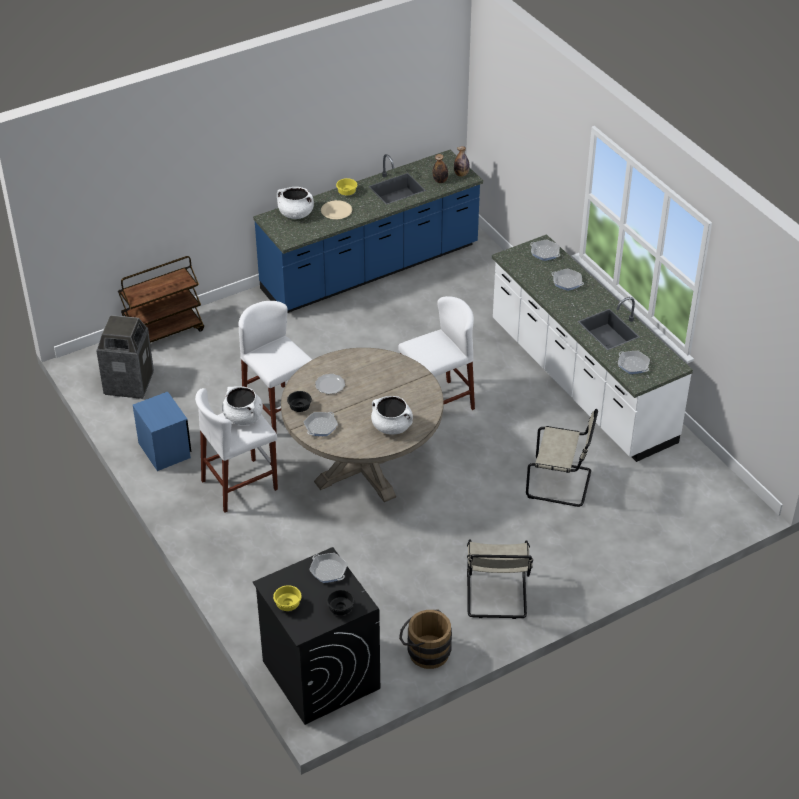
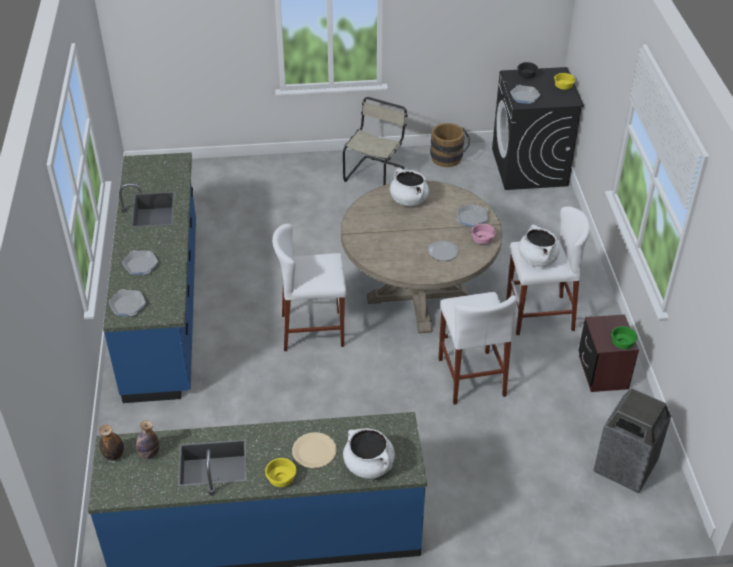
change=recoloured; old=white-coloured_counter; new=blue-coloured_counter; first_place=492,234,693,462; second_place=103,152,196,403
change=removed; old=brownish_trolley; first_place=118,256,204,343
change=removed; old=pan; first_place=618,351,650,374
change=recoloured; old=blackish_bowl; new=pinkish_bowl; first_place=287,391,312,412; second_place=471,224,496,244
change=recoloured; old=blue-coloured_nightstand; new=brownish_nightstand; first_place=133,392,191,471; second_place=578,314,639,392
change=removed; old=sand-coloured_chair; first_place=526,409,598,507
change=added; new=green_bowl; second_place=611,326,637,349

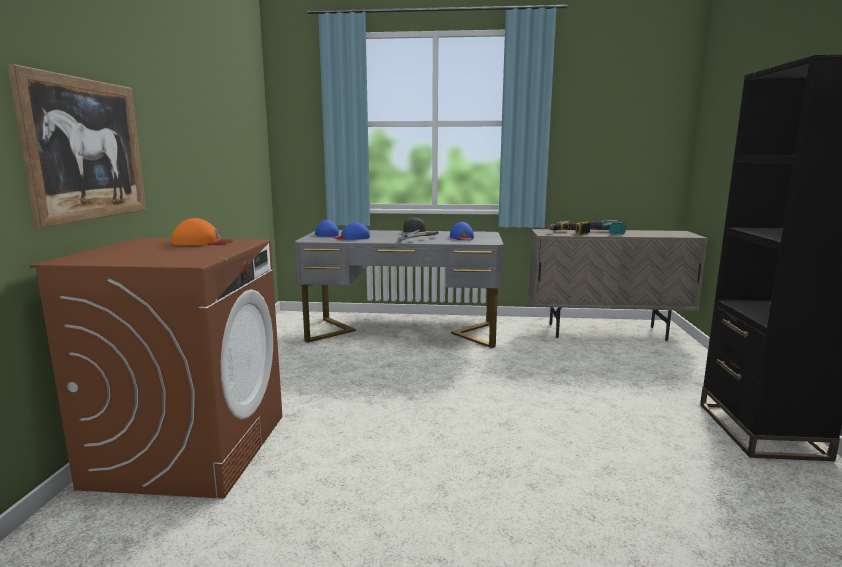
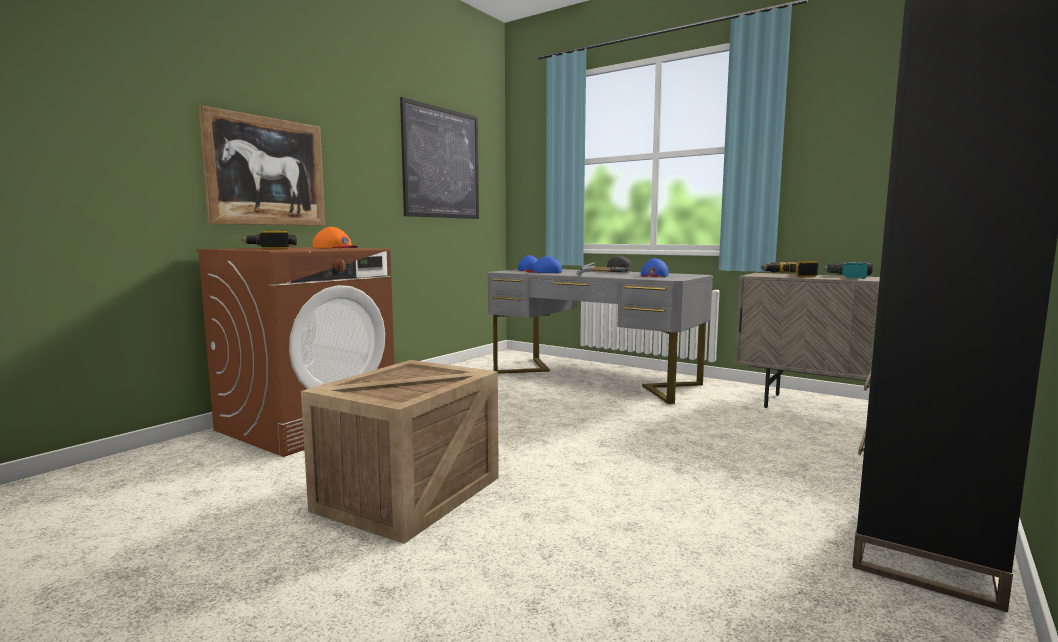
change=added; new=wall_art; second_place=400,97,479,219
change=added; new=electric_drill; second_place=241,231,297,249
change=added; new=packing_crate; second_place=301,360,499,544

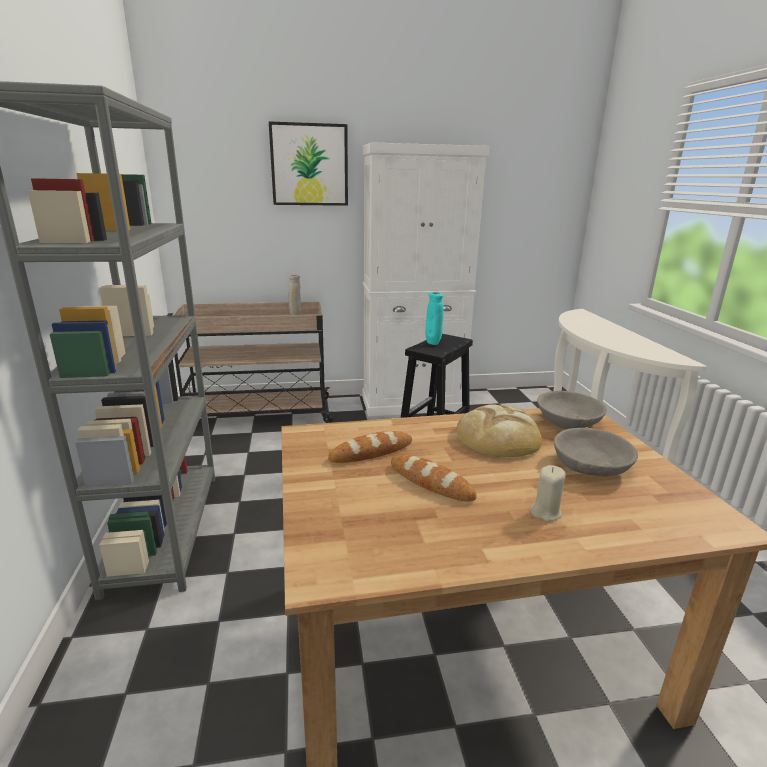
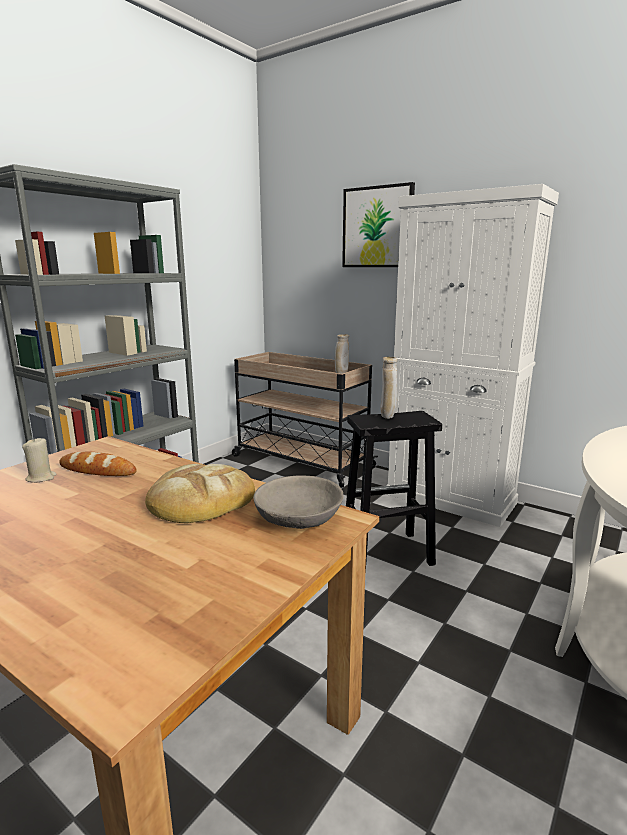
change=recoloured; old=turquoise_decorative_vase; new=sand-coloured_decorative_vase; first_place=426,292,444,345; second_place=380,357,398,419
change=removed; old=greyish_bowl; first_place=554,428,638,477
change=removed; old=baked_bread; first_place=391,455,477,501
change=moved; old=sand-coloured_wax_candle; first_place=530,465,566,522; second_place=22,437,57,483

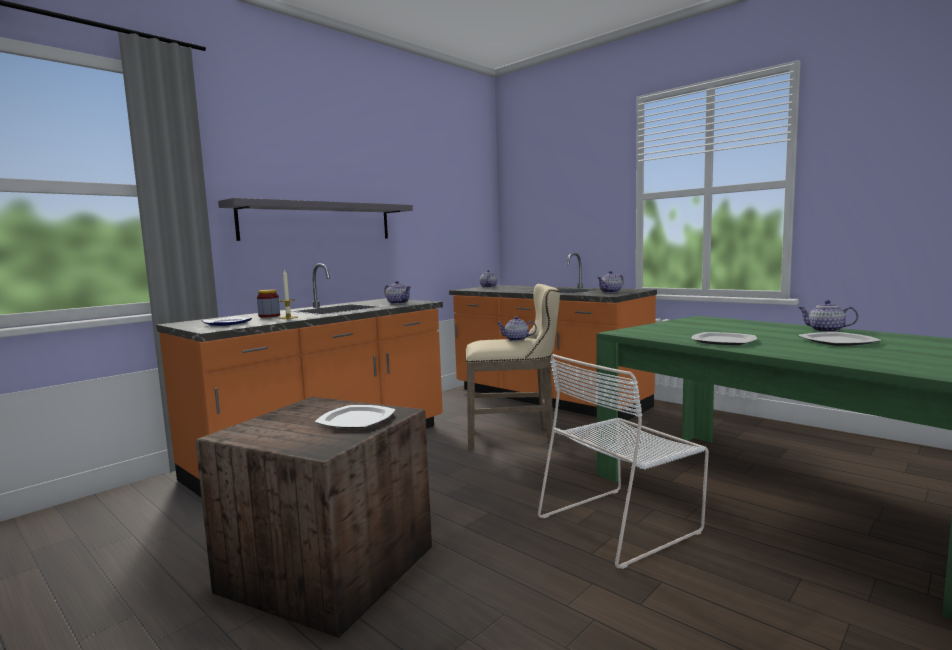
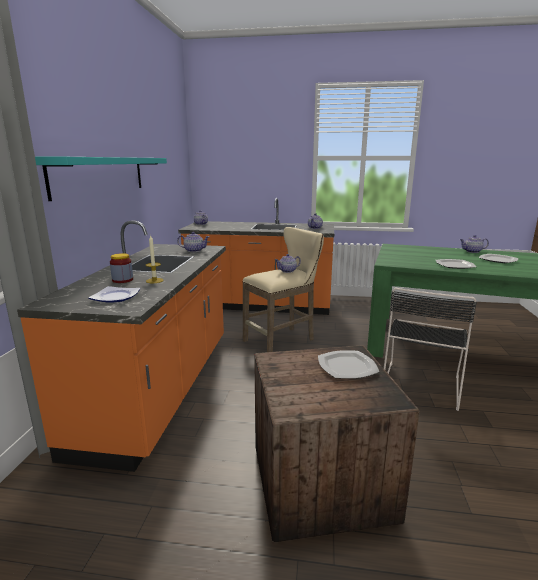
change=recoloured; old=greyish_wall_shelf; new=turquoise_wall_shelf; first_place=218,198,413,241; second_place=35,157,167,201
change=recoloured; old=white-coloured_chair; new=blackish_chair; first_place=538,354,709,569; second_place=384,288,477,411

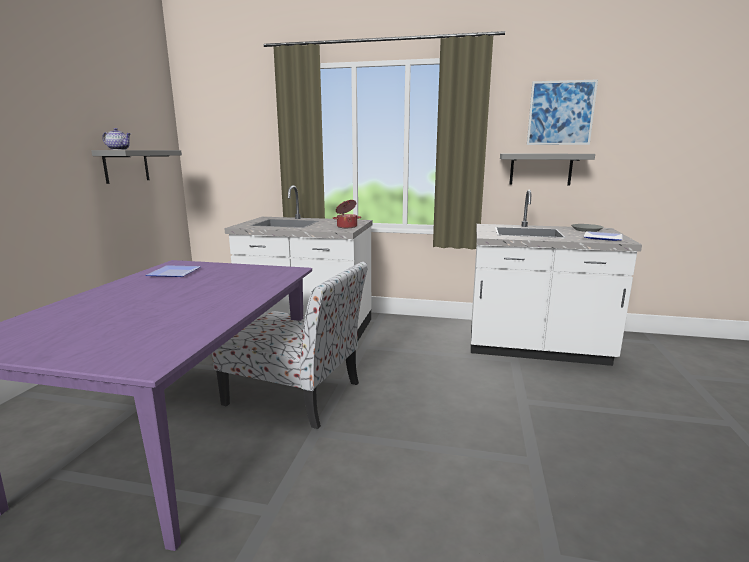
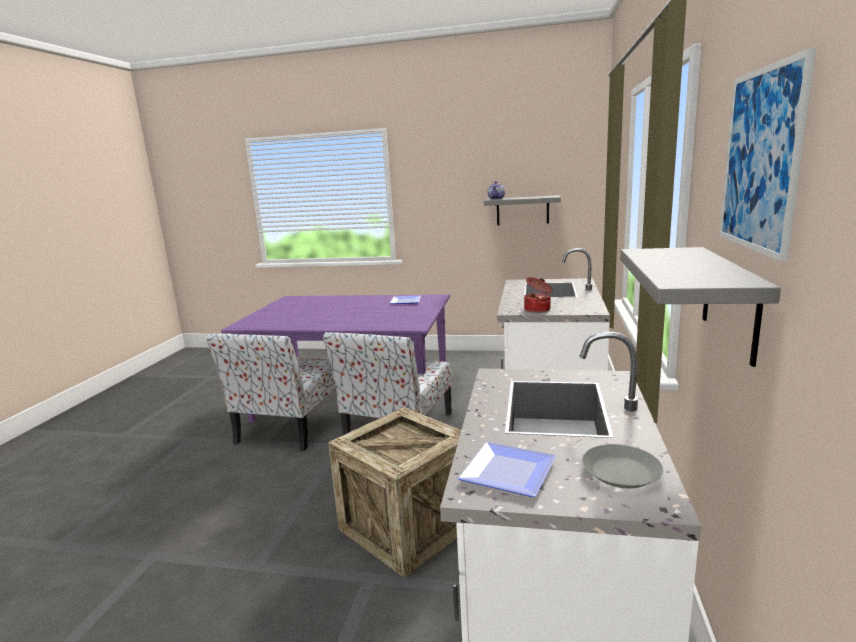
change=added; new=chair; second_place=206,334,337,451
change=added; new=packing_crate; second_place=328,407,461,578

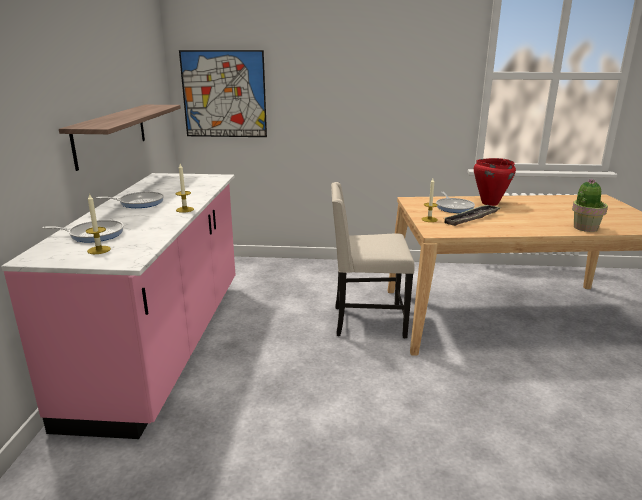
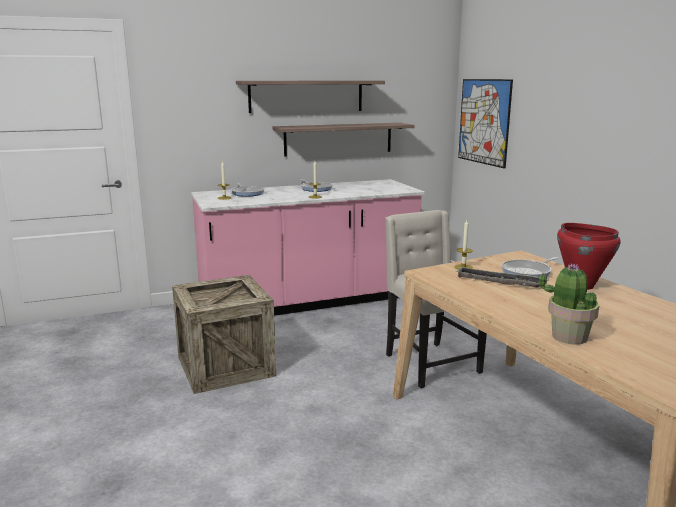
change=added; new=wall_shelf; second_place=236,80,385,113
change=added; new=packing_crate; second_place=172,275,276,394

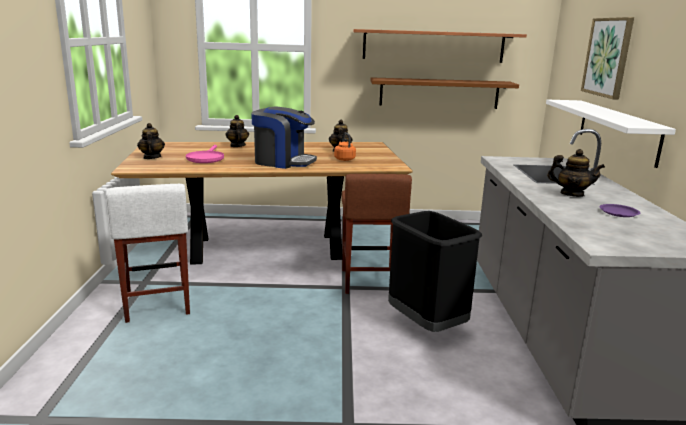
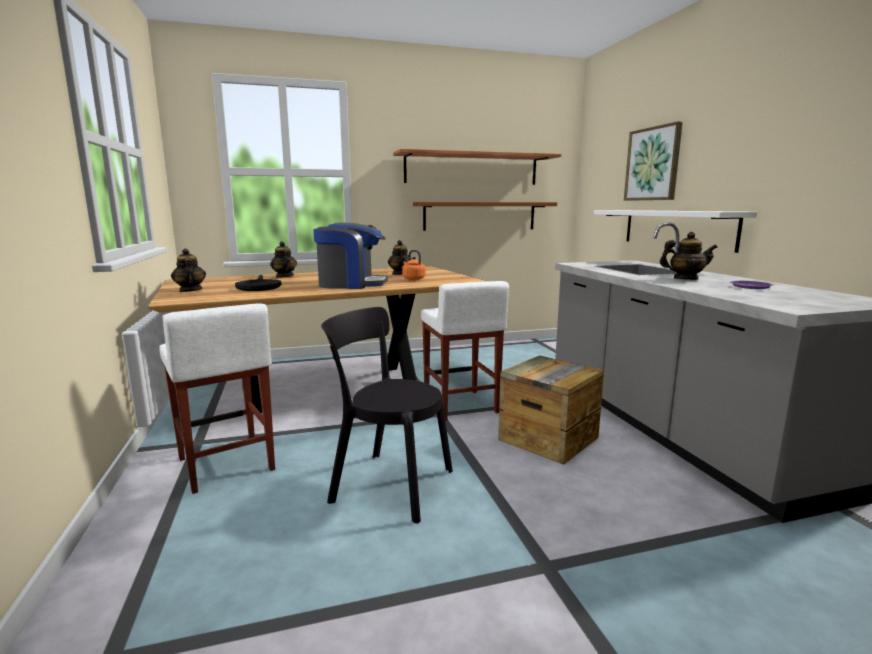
change=recoloured; old=pinkish_pan; new=blackish_pan; first_place=186,145,224,163; second_place=235,275,282,291
change=recoloured; old=brownish_stool; new=white-coloured_stool; first_place=342,174,412,294; second_place=421,281,509,421
change=replaced; old=blackish_waste_bin; new=packing_crate; first_place=388,211,482,332; second_place=498,355,604,465
change=added; new=blackish_chair; second_place=321,307,453,523

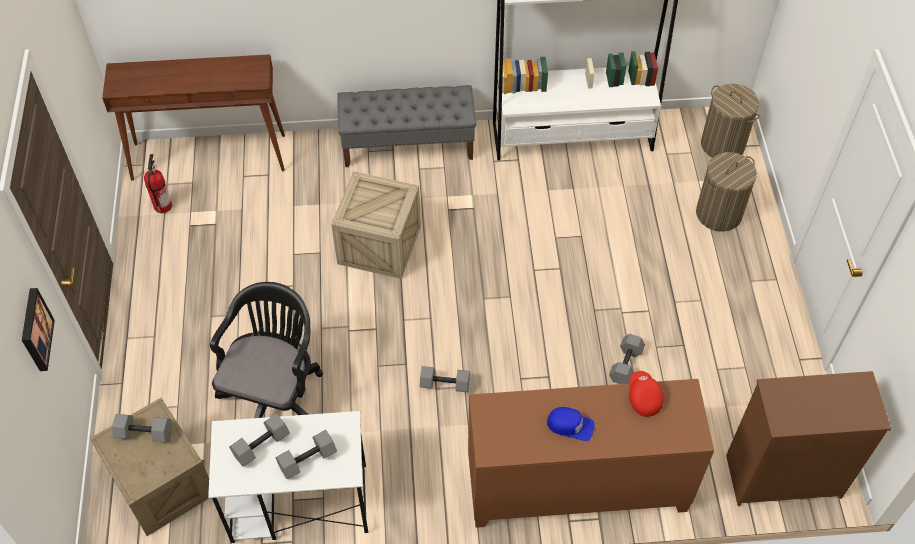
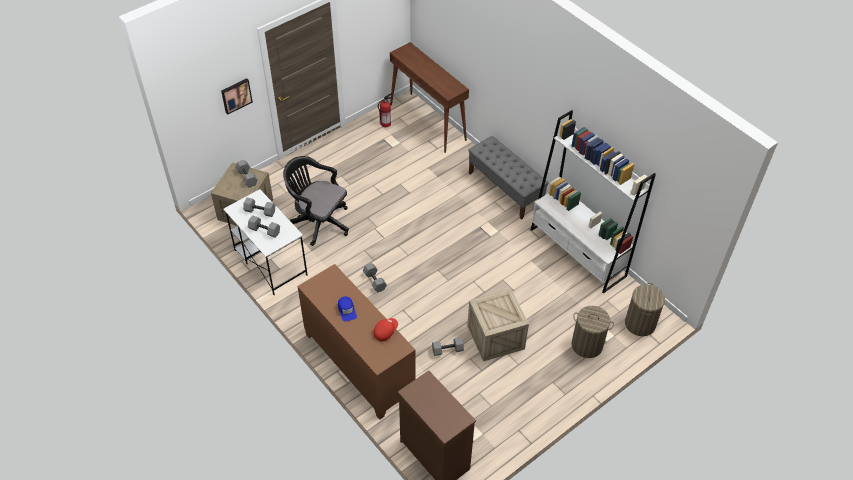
change=moved; old=packing_crate; first_place=331,171,421,279; second_place=467,289,529,361
change=turned; old=blackish_computer_chair; first_place=210,282,323,418; second_place=283,156,349,246; degrees=-135

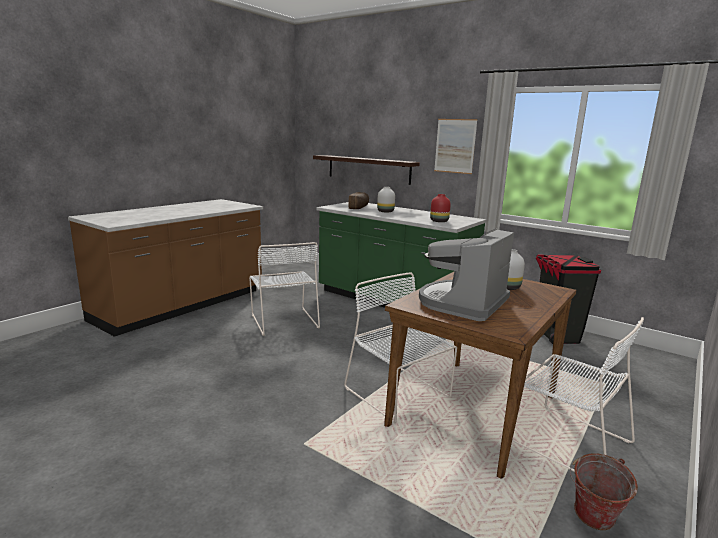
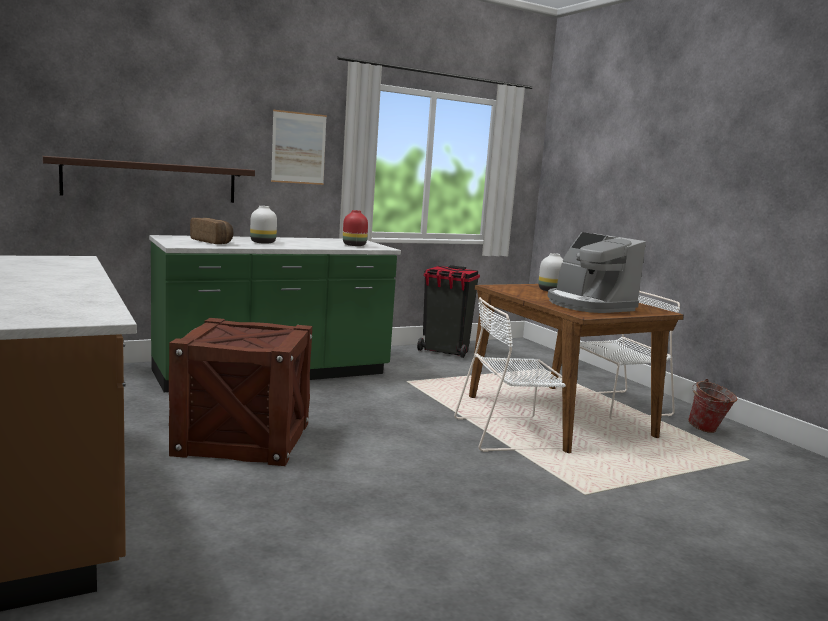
change=replaced; old=white-coloured_chair; new=packing_crate; first_place=249,242,320,336; second_place=169,318,312,466

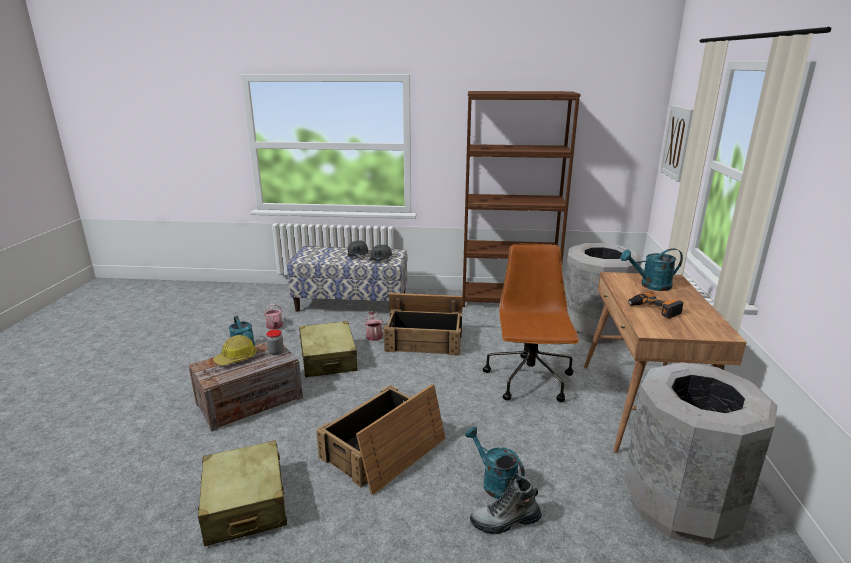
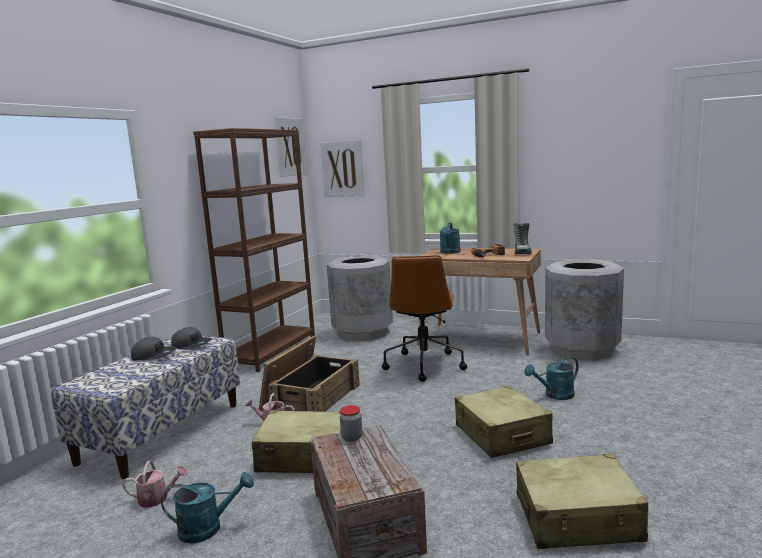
change=turned; old=brownish_computer_chair; first_place=483,244,579,402; second_place=382,255,467,382; degrees=-105
change=removed; old=work_helmet; first_place=213,335,257,366
change=replaced; old=packing_crate; new=sand-coloured_piece_of_luggage; first_place=316,384,445,495; second_place=455,386,553,458
change=moved; old=tall_boot; first_place=470,474,542,534; second_place=513,223,532,254
change=added; new=wall_art; second_place=275,117,307,177

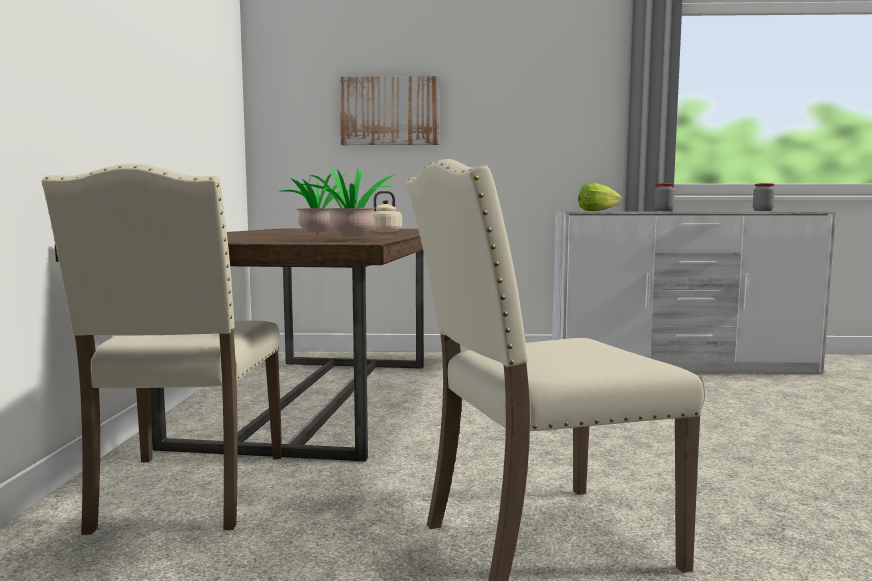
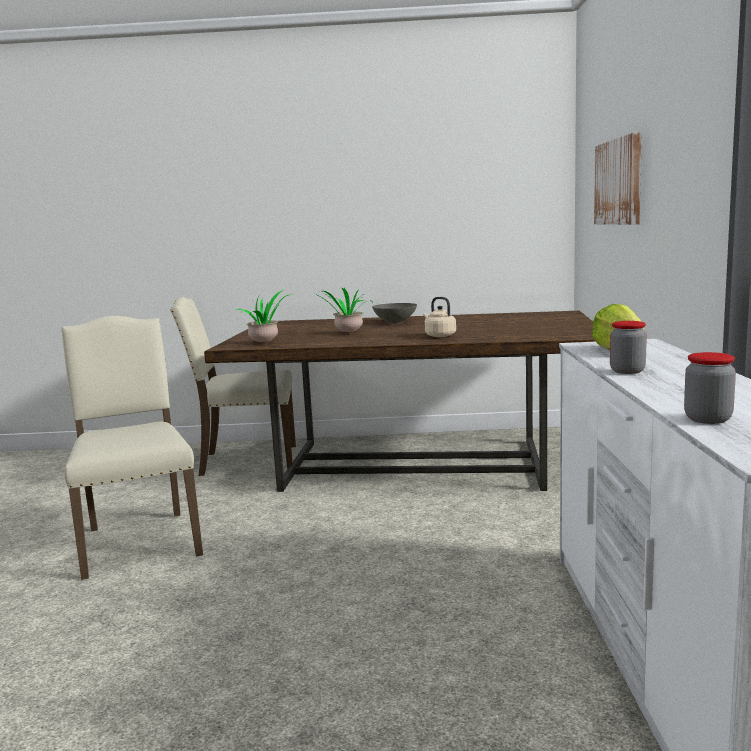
change=added; new=greyish_bowl; second_place=372,303,417,323

